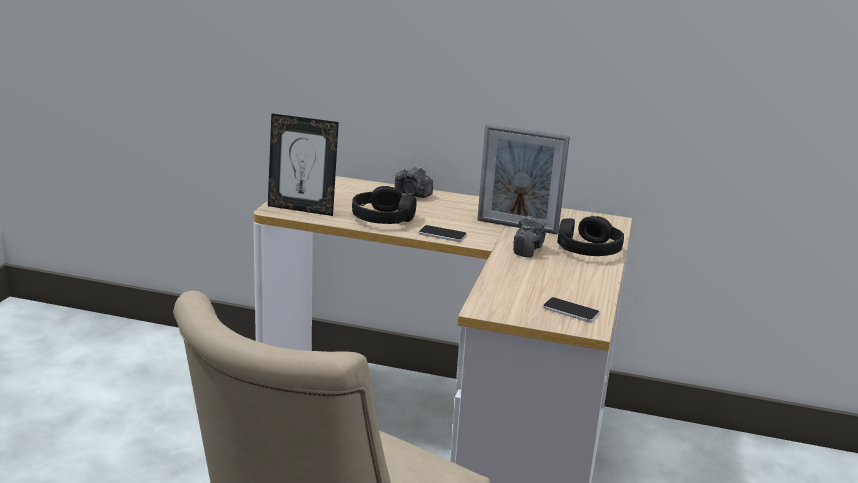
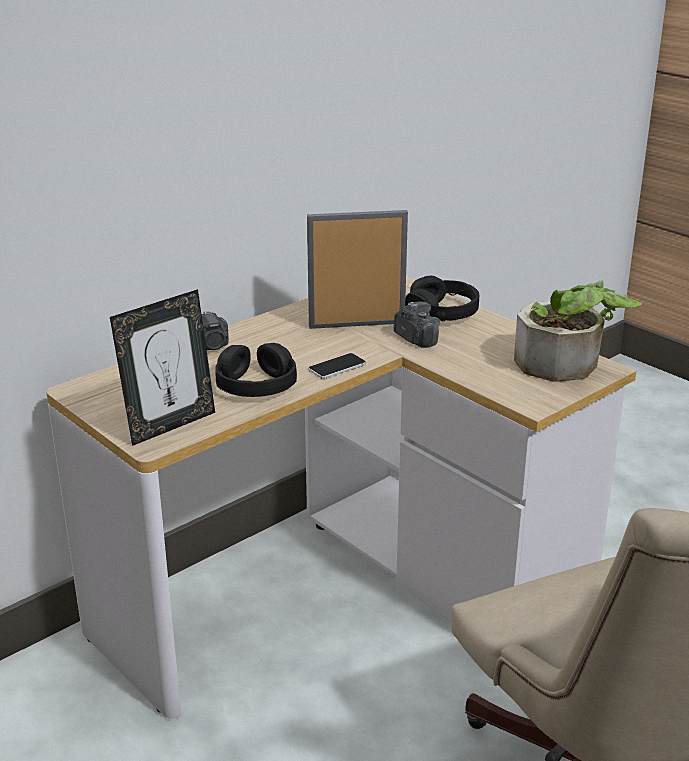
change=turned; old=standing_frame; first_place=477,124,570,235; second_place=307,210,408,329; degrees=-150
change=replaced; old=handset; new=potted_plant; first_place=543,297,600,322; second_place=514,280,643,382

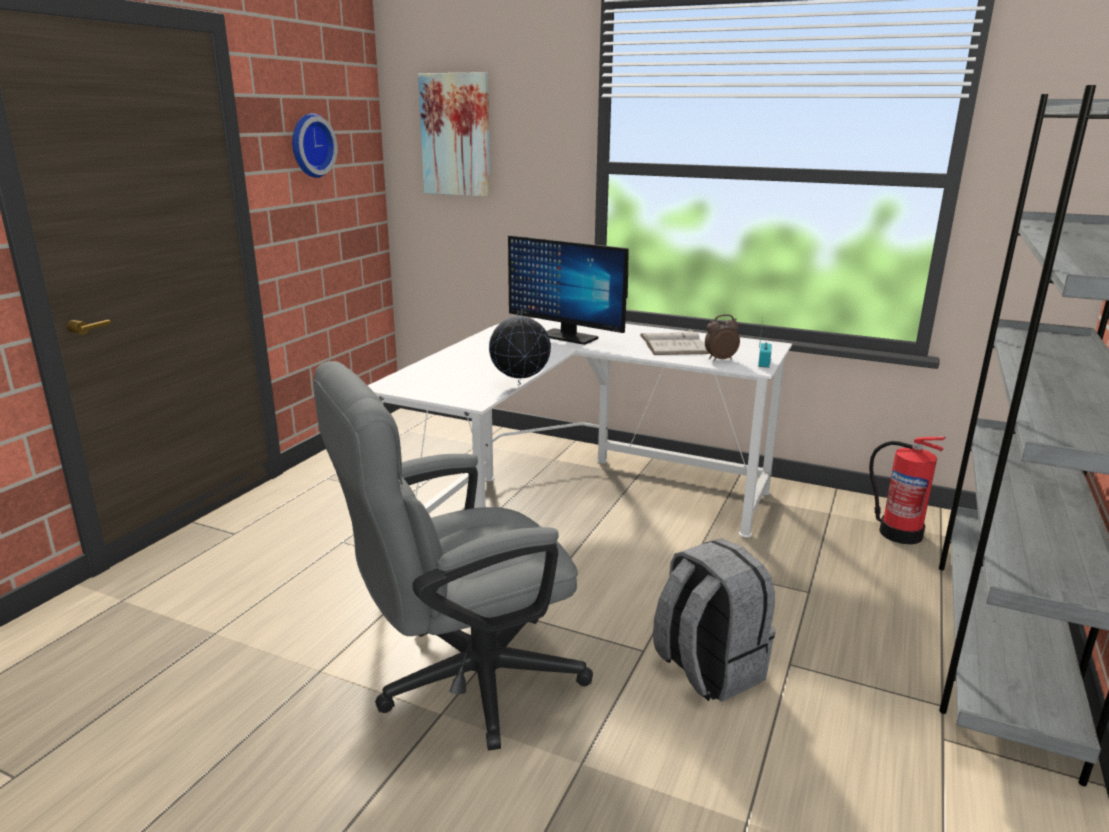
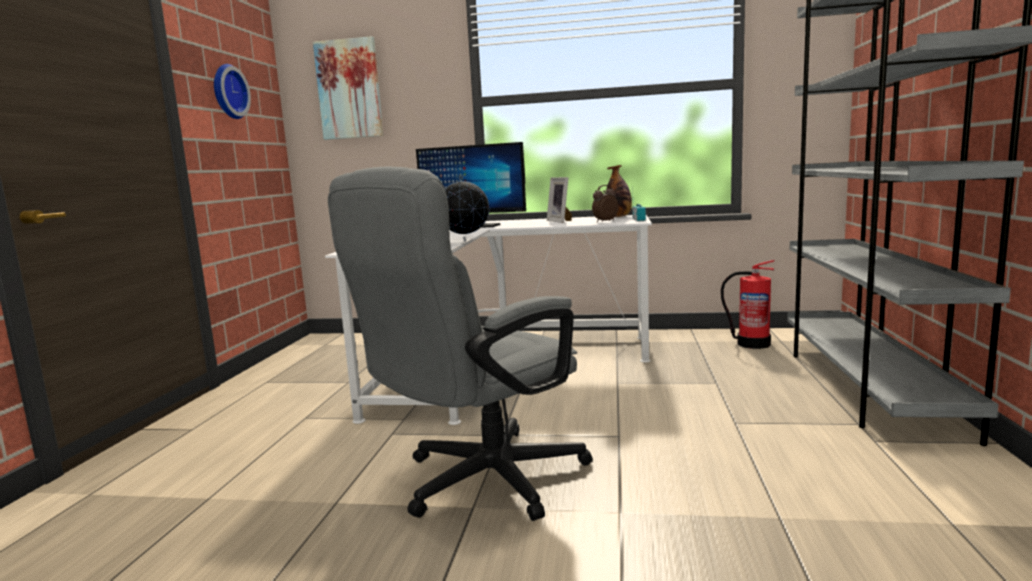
change=replaced; old=white-coloured_bound_book; new=standing_frame; first_place=640,329,710,355; second_place=547,177,572,223
change=removed; old=greyish_backpack; first_place=653,538,775,702
change=added; new=beverage_bottle; second_place=606,165,632,217

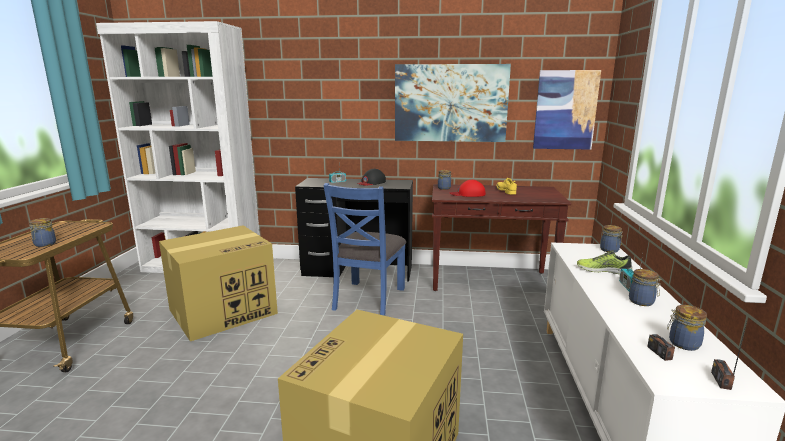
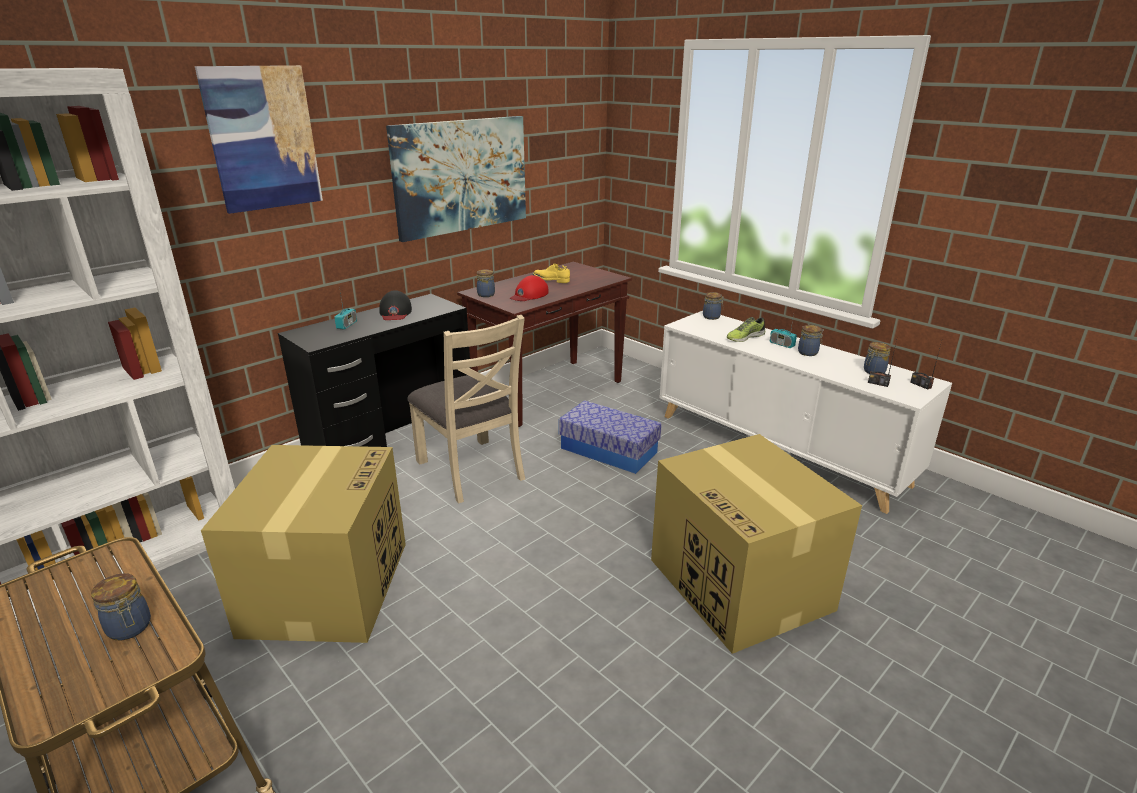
change=moved; old=wall_art; first_place=533,70,601,150; second_place=195,65,323,214
change=recoloured; old=blue-coloured_chair; new=sand-coloured_chair; first_place=323,183,406,316; second_place=407,315,525,503
change=added; new=storage_container; second_place=559,400,662,474

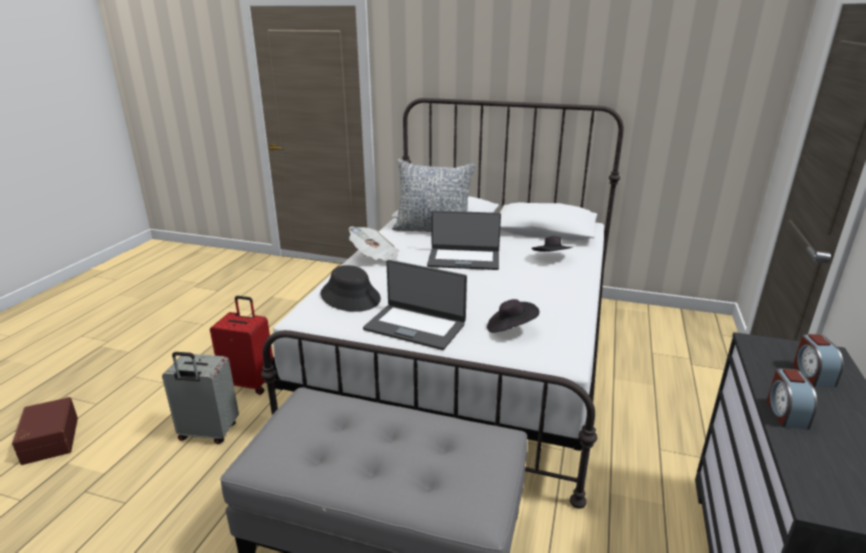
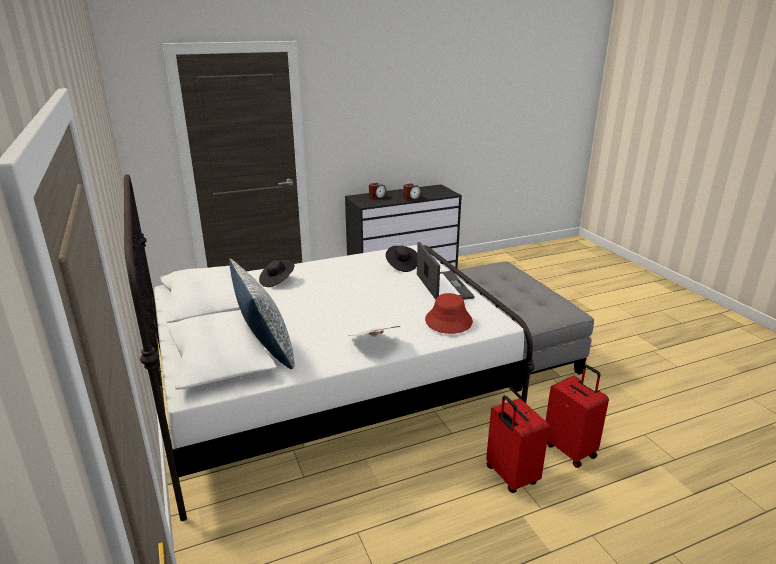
change=removed; old=laptop; first_place=427,211,501,270
change=recoloured; old=blackish_clothing_hat; new=red_clothing_hat; first_place=320,265,381,312; second_place=425,293,473,334
change=recoloured; old=greyish_piece_of_luggage; new=red_piece_of_luggage; first_place=162,352,239,444; second_place=546,365,609,468
change=removed; old=brownish_storage_container; first_place=12,397,78,465

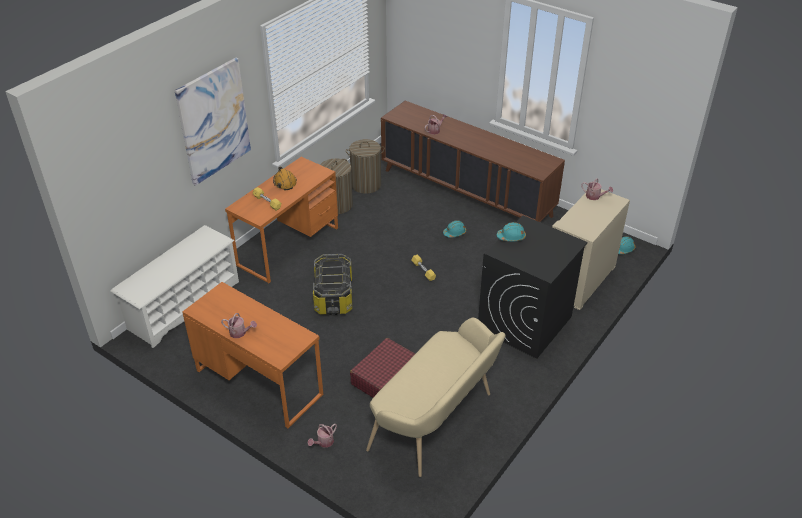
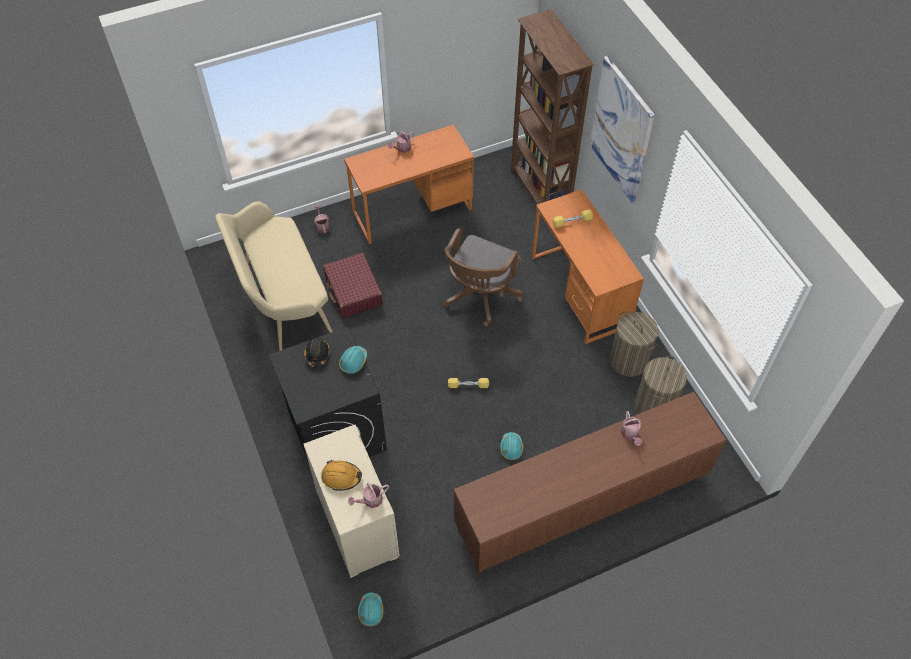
change=moved; old=orange_work_helmet; first_place=273,167,297,190; second_place=321,460,362,491
change=replaced; old=white-coloured_shoe_shelf; new=brownish_shelving_unit; first_place=110,225,239,348; second_place=511,9,594,221
change=replaced; old=storage_container; new=brownish_computer_chair; first_place=313,254,352,315; second_place=444,228,523,327
change=added; new=blackish_work_helmet; second_place=304,338,330,368

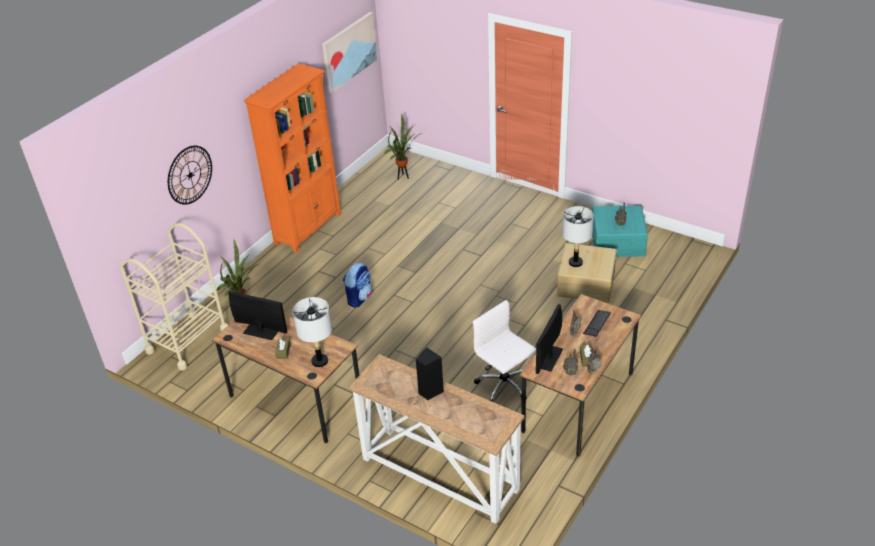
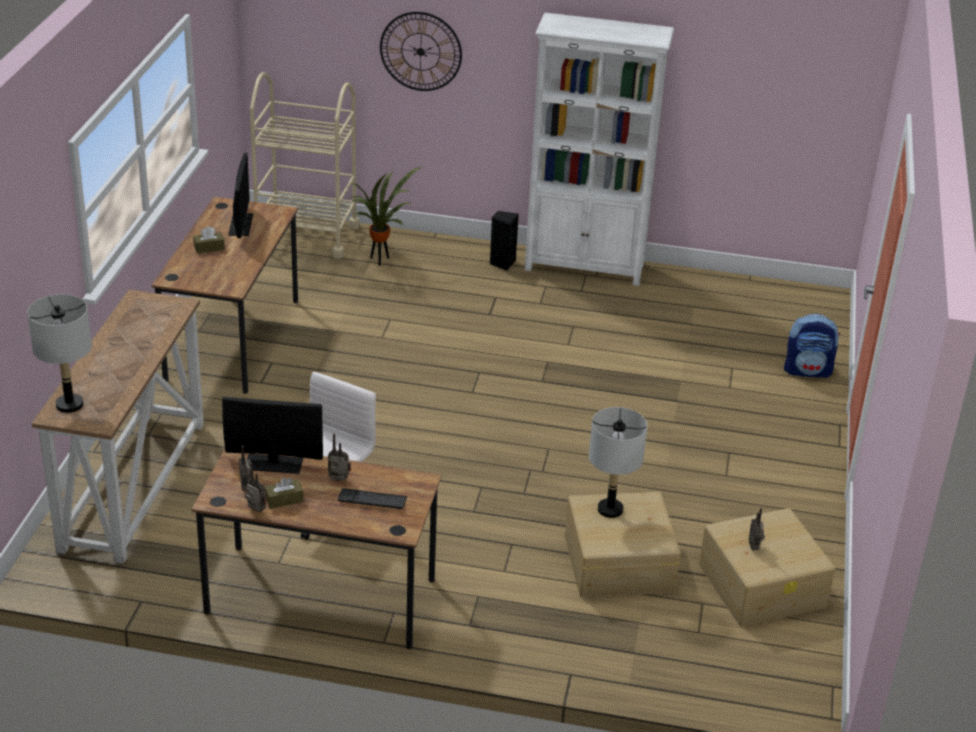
change=removed; old=wall_art; first_place=322,12,377,93
change=recoloured; old=orange_shelving_unit; new=white-coloured_shelving_unit; first_place=244,63,341,253; second_place=525,13,674,286
change=removed; old=potted_plant; first_place=384,113,423,180
change=recoloured; old=turquoise_storage_container; new=sand-coloured_storage_container; first_place=592,205,648,257; second_place=699,508,836,627
change=moved; old=backpack; first_place=343,262,373,308; second_place=784,314,840,378
change=moved; old=greyish_lamp_for_a_table; first_place=292,297,332,367; second_place=27,294,92,413
change=moved; old=blackish_audio_speaker; first_place=415,347,444,400; second_place=490,211,519,271

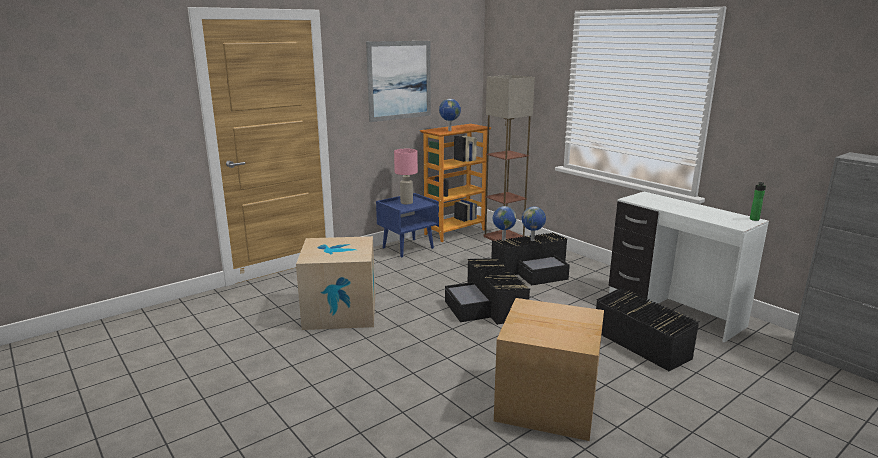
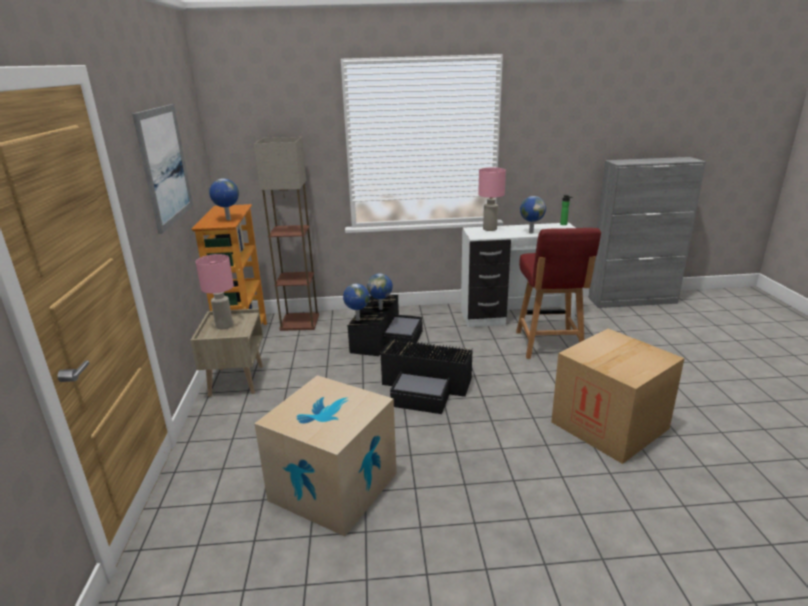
change=recoloured; old=blue-coloured_nightstand; new=sand-coloured_nightstand; first_place=376,193,439,258; second_place=190,308,263,397
change=replaced; old=blackish_storage_container; new=red_chair; first_place=596,287,699,371; second_place=516,228,601,359
change=added; new=pinkish_lamp_for_a_table; second_place=478,167,506,231
change=added; new=globe; second_place=520,196,546,233

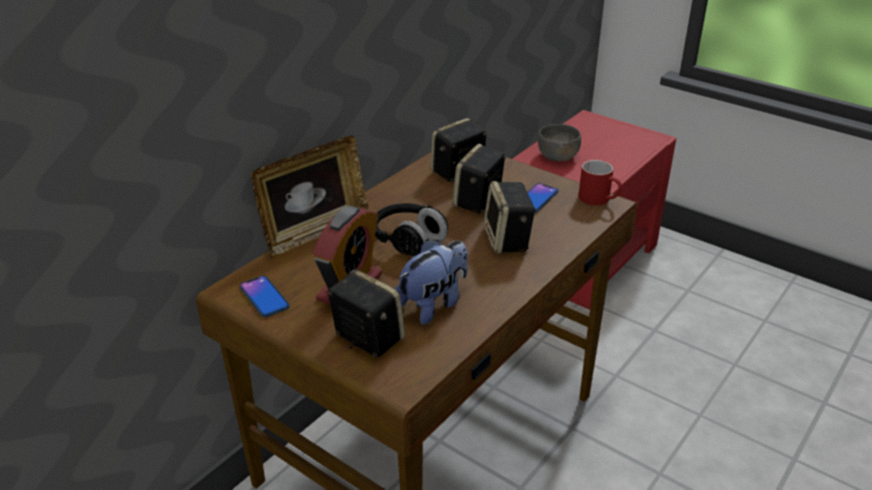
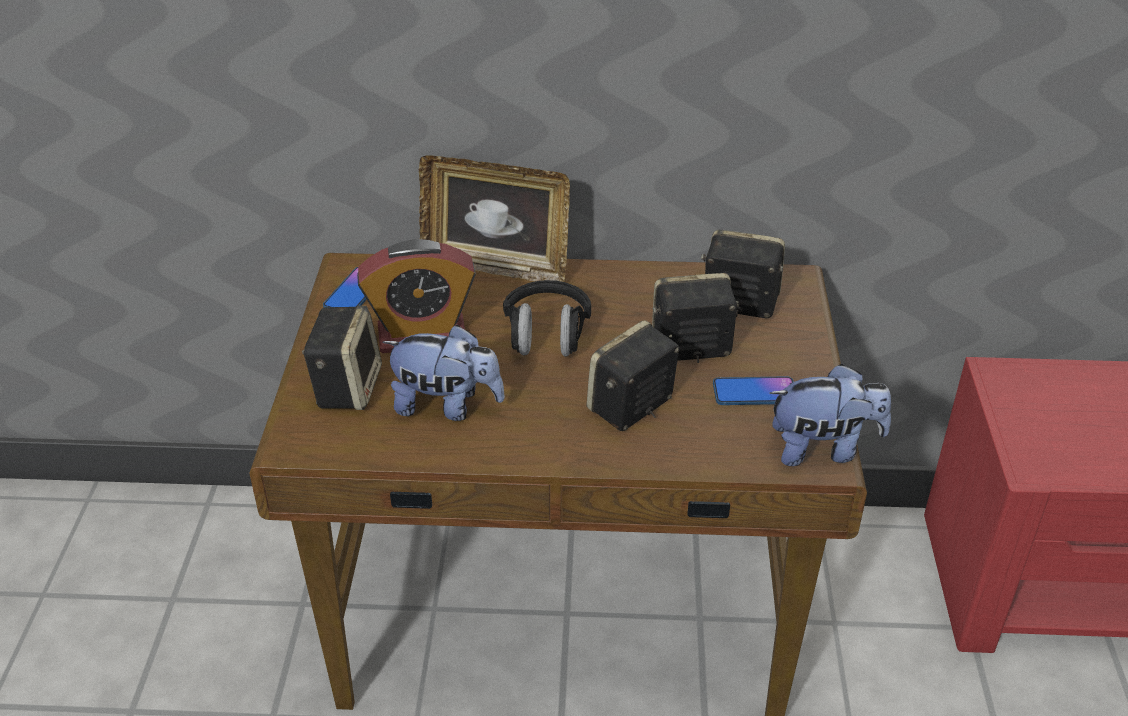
change=removed; old=greyish_bowl; first_place=538,124,581,161
change=replaced; old=red_mug; new=cuddly_toy; first_place=578,160,622,205; second_place=769,364,891,466

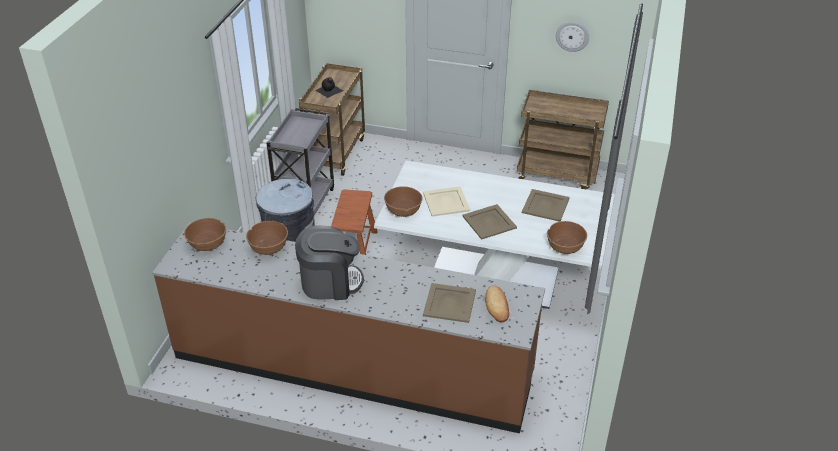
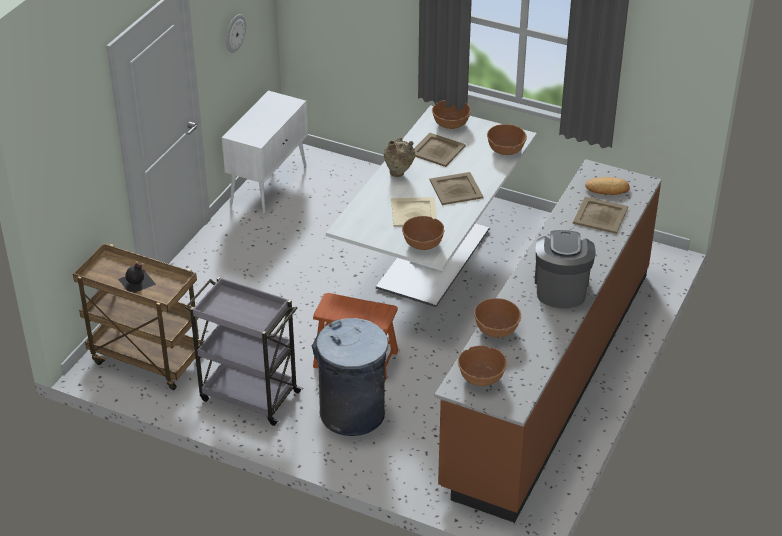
change=replaced; old=brownish_trolley; new=white-coloured_cabinet; first_place=517,90,609,190; second_place=222,91,308,214
change=added; new=brownish_bowl; second_place=432,100,471,129
change=added; new=sand-coloured_decorative_vase; second_place=384,137,415,177

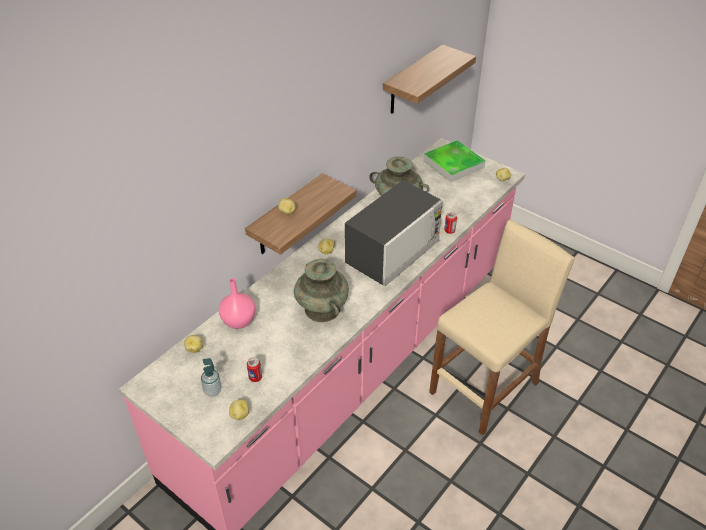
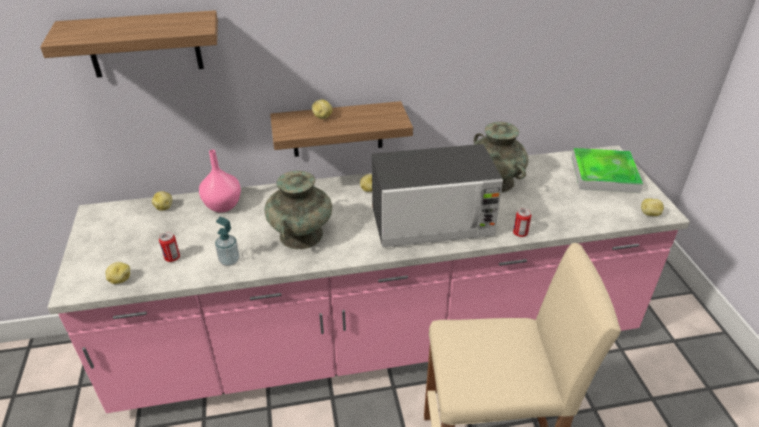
change=moved; old=wall_shelf; first_place=383,44,476,114; second_place=40,10,218,78
change=moved; old=soap_bottle; first_place=201,358,222,397; second_place=215,217,240,266

